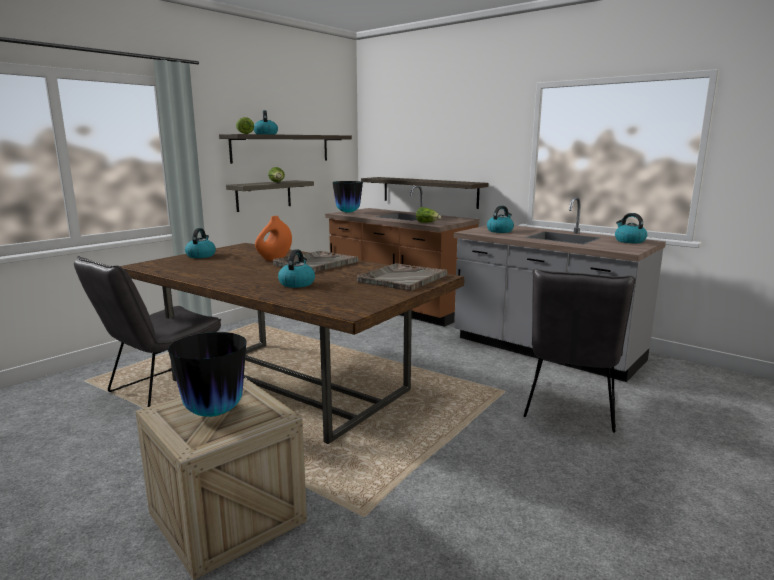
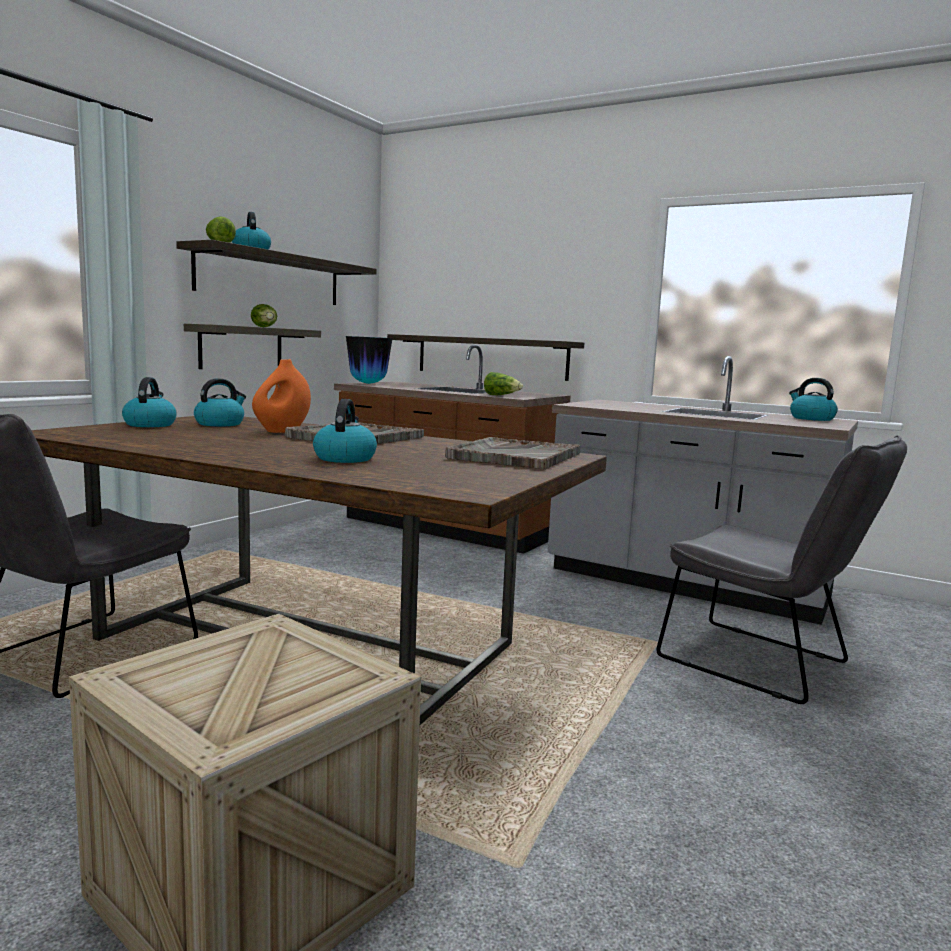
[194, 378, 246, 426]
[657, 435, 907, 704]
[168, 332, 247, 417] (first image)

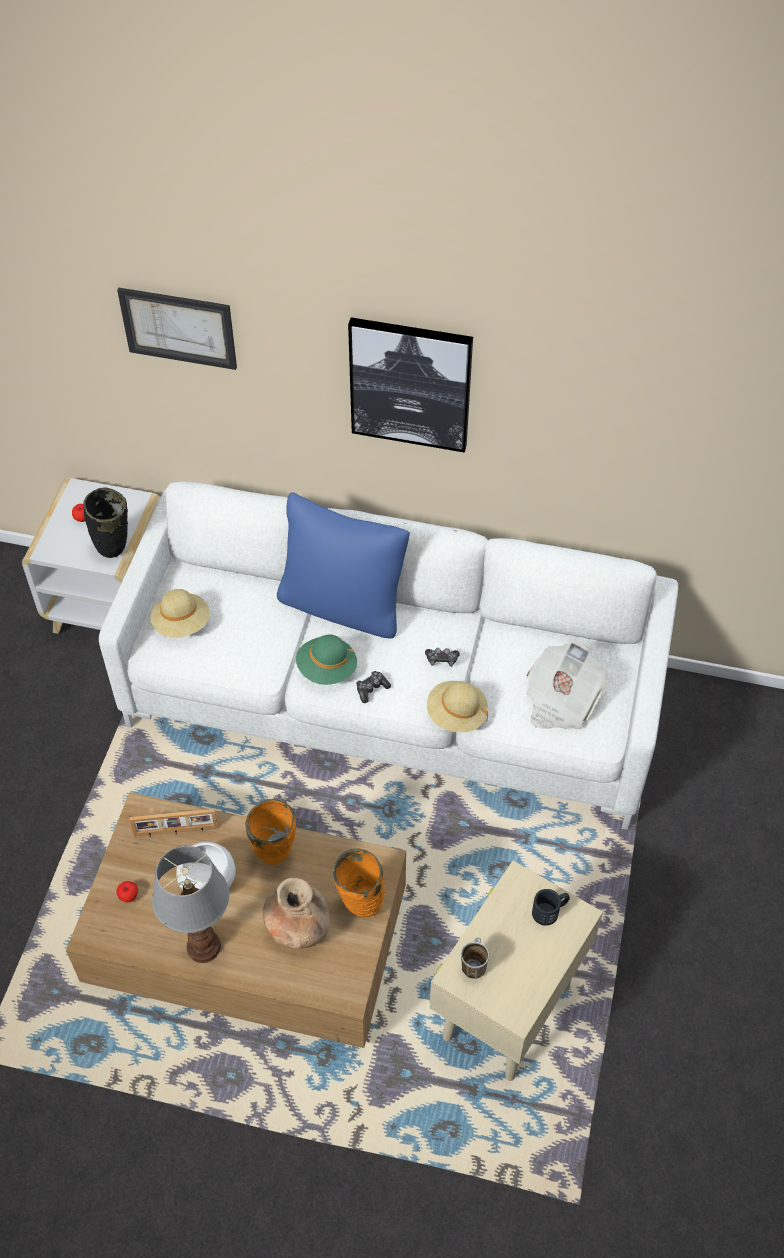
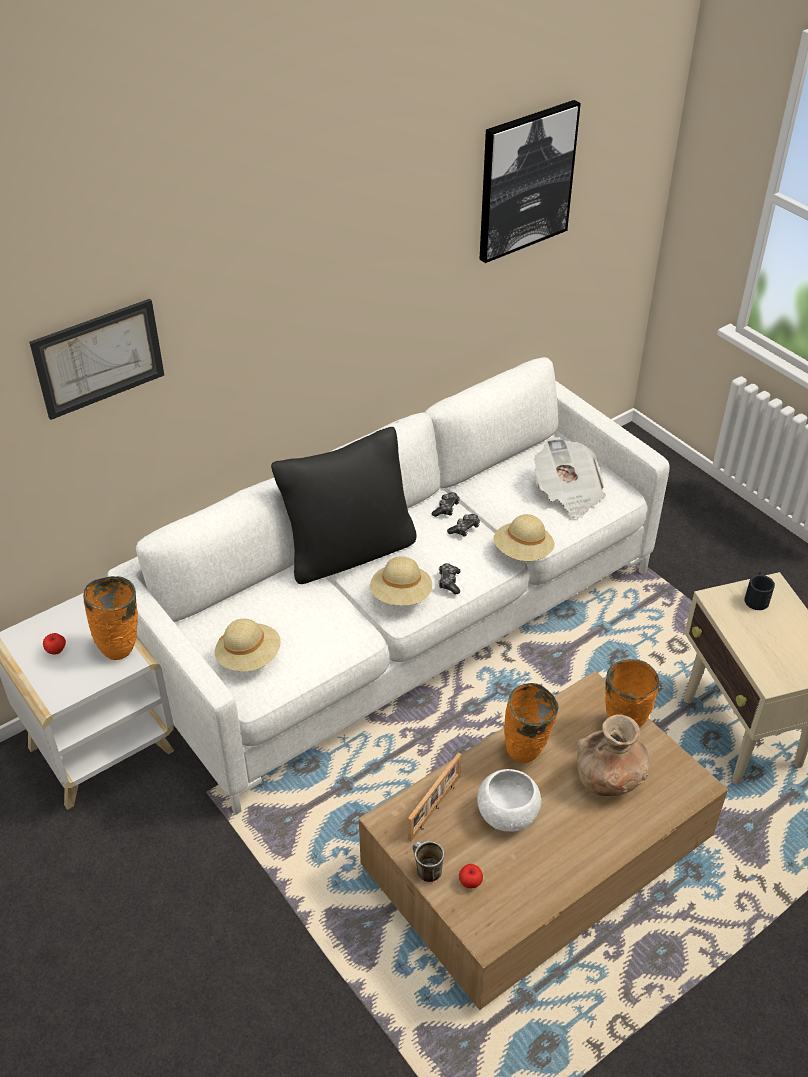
[83, 576, 138, 660]
[271, 427, 417, 584]
[370, 556, 432, 606]
[412, 841, 444, 882]
[432, 492, 460, 517]
[479, 100, 581, 263]
[152, 846, 229, 963] (first image)

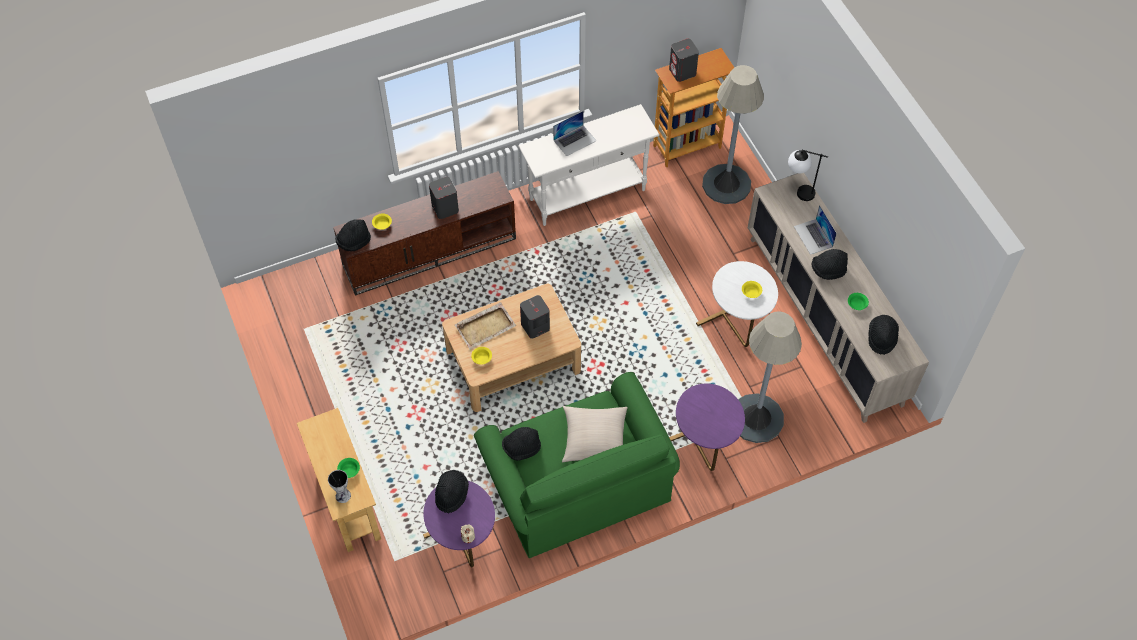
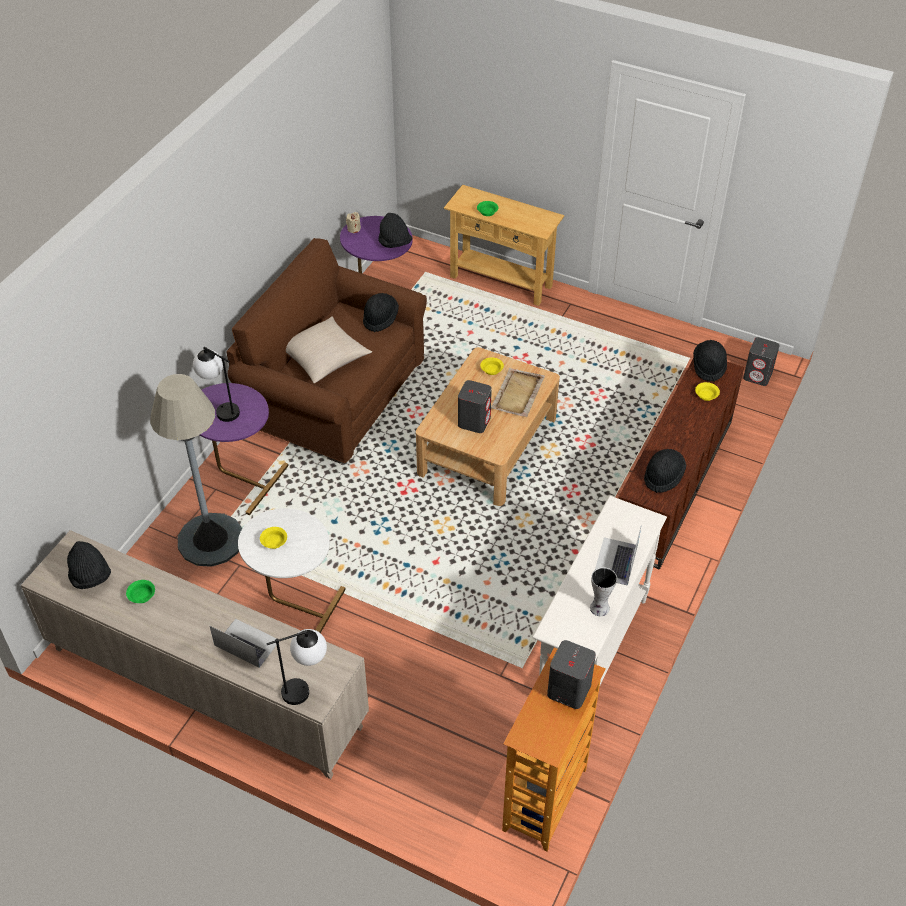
[193, 347, 240, 422]
[226, 238, 427, 463]
[590, 567, 617, 616]
[644, 449, 686, 493]
[743, 337, 780, 386]
[702, 65, 764, 204] (first image)

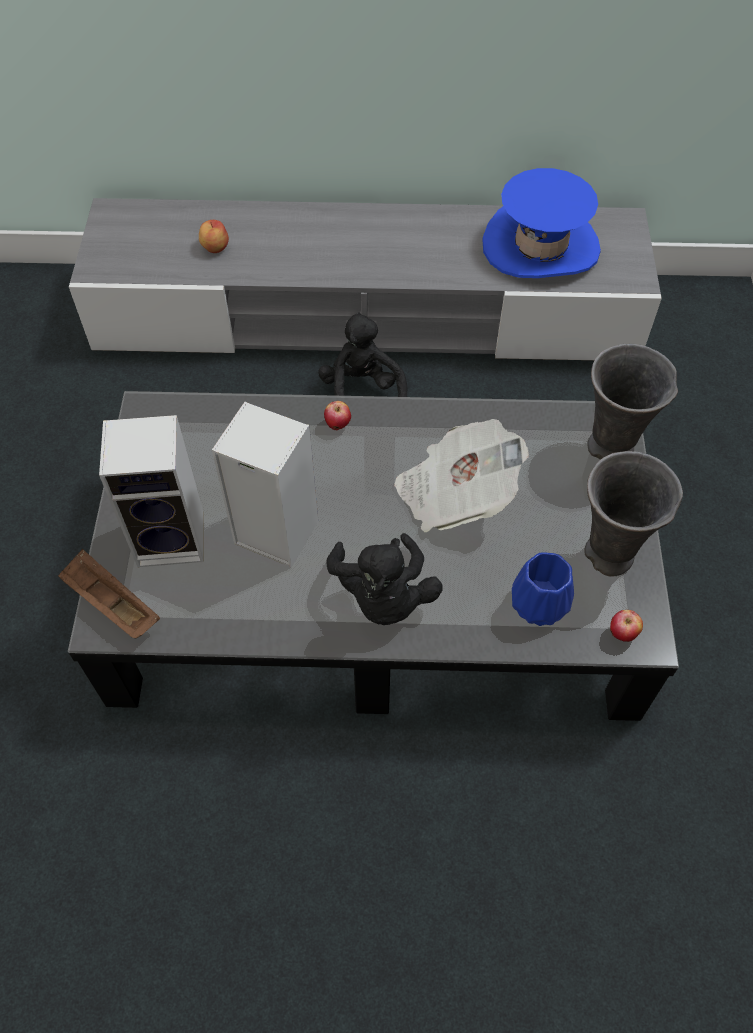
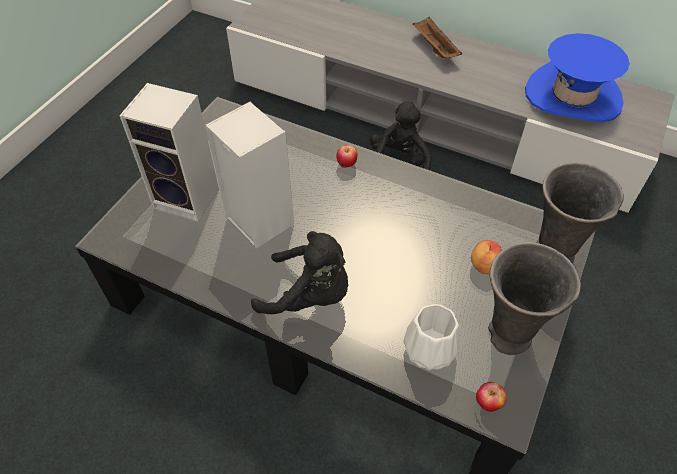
[251, 231, 348, 315]
[403, 304, 459, 370]
[413, 17, 462, 58]
[471, 240, 502, 274]
[394, 419, 529, 532] (first image)

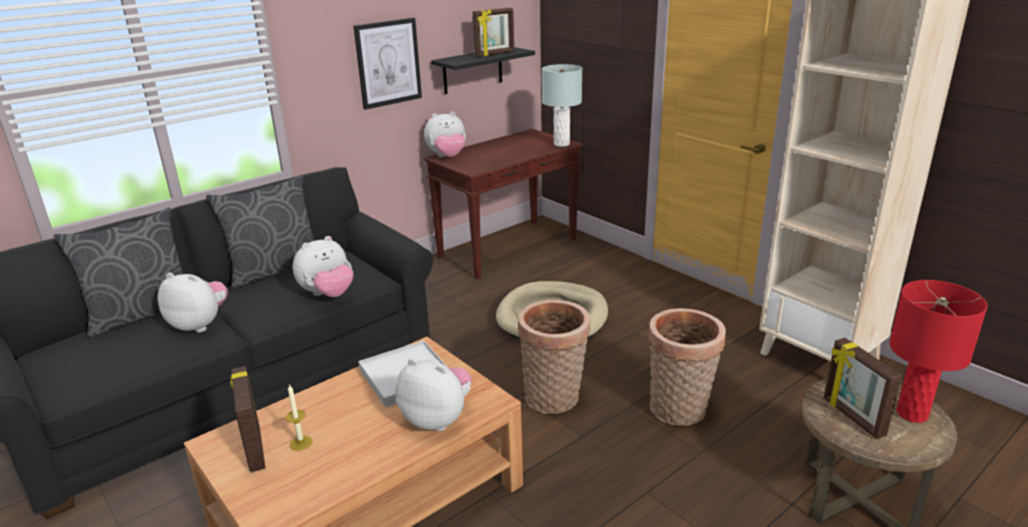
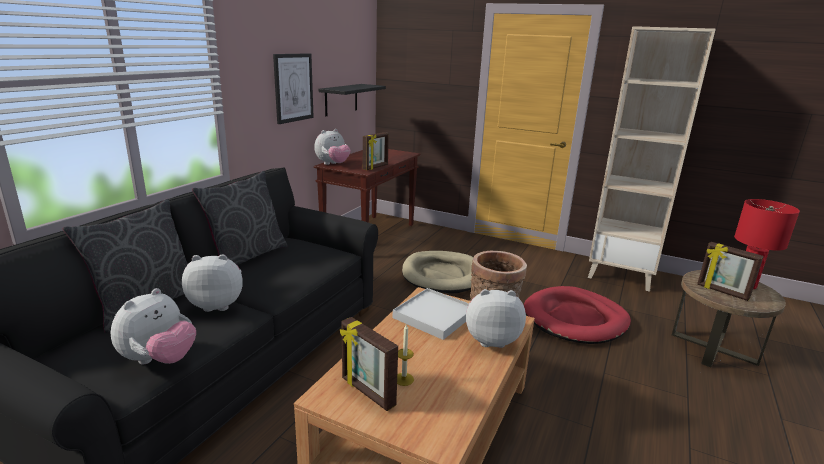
[111, 288, 196, 364]
[363, 132, 389, 170]
[524, 286, 631, 344]
[542, 64, 582, 147] (first image)

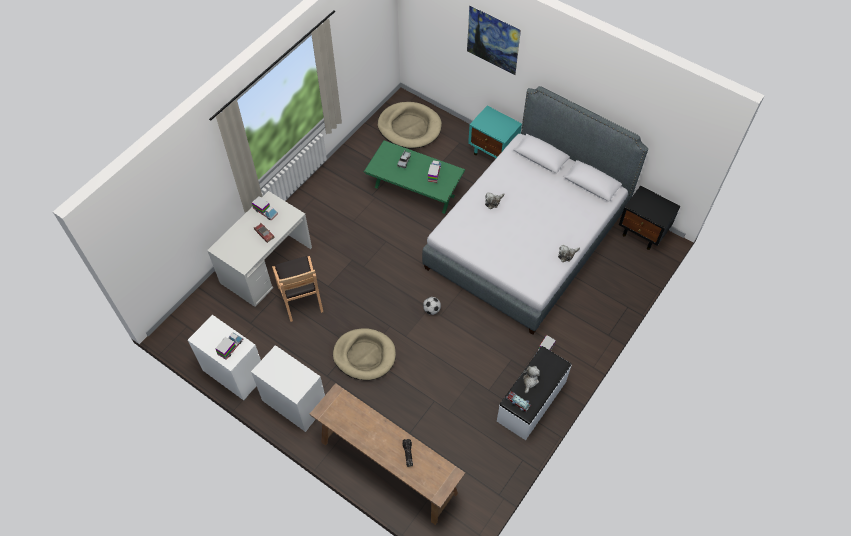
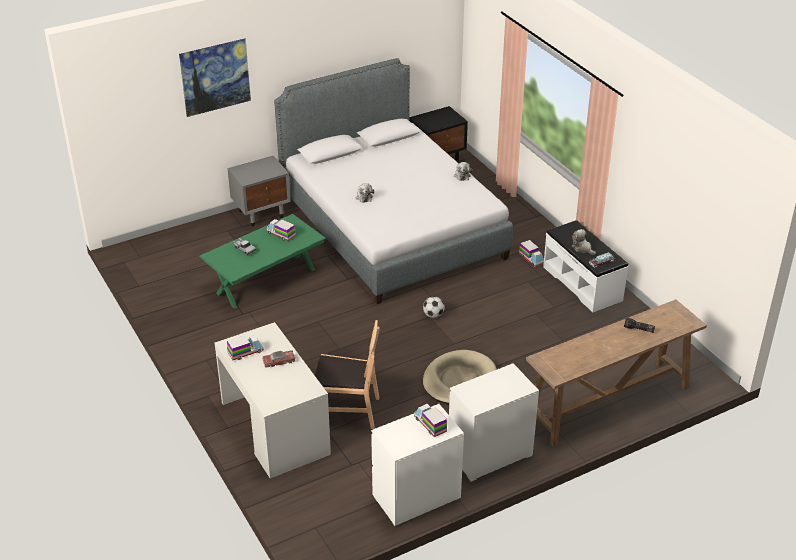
[227, 156, 291, 226]
[377, 102, 442, 148] (first image)

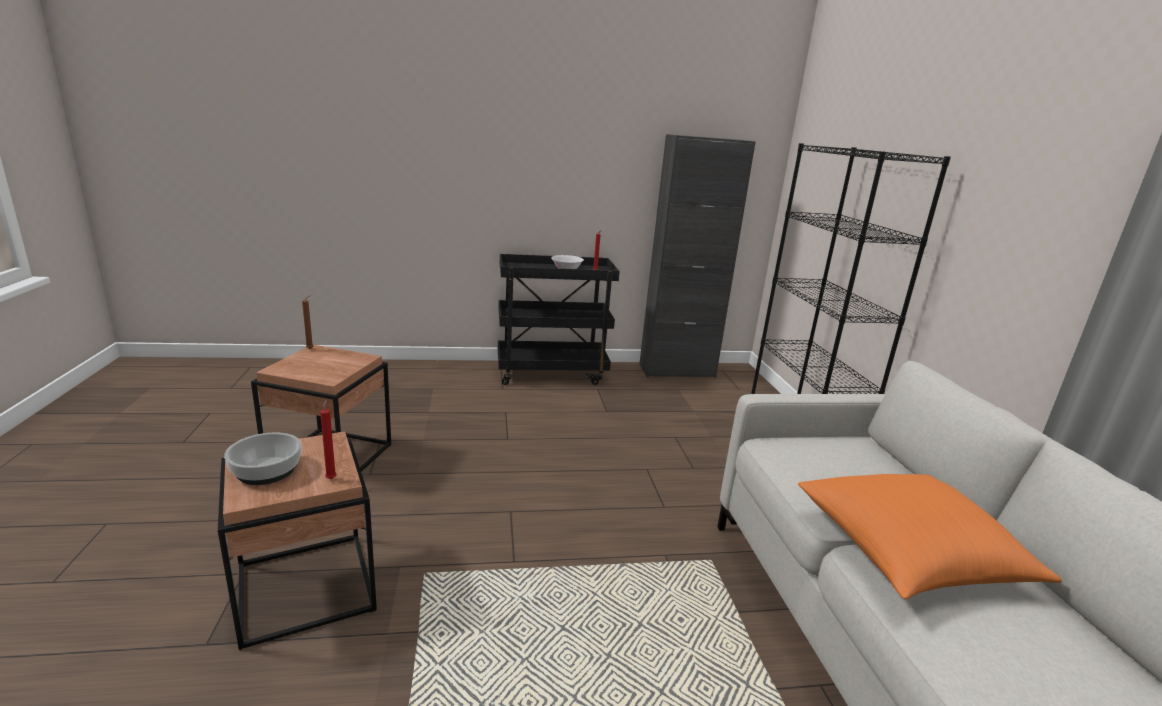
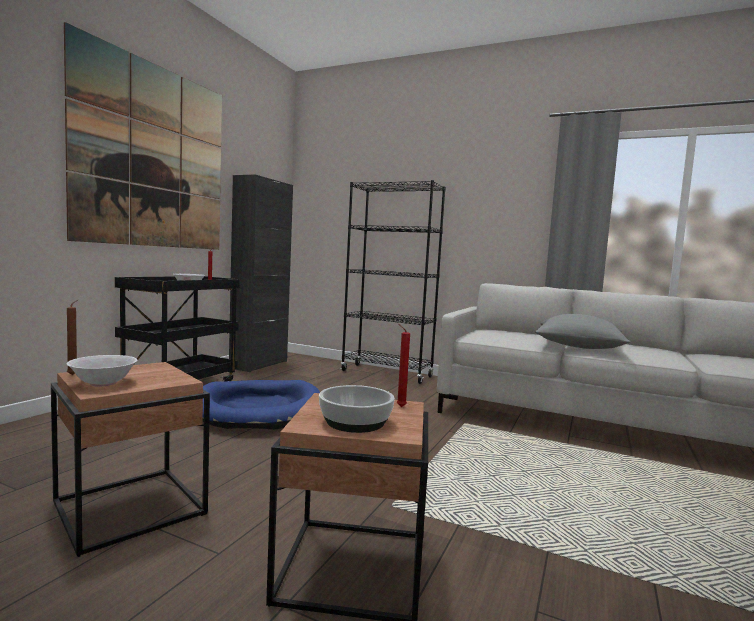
[64, 22, 222, 250]
[67, 355, 138, 387]
[203, 380, 320, 430]
[535, 314, 631, 349]

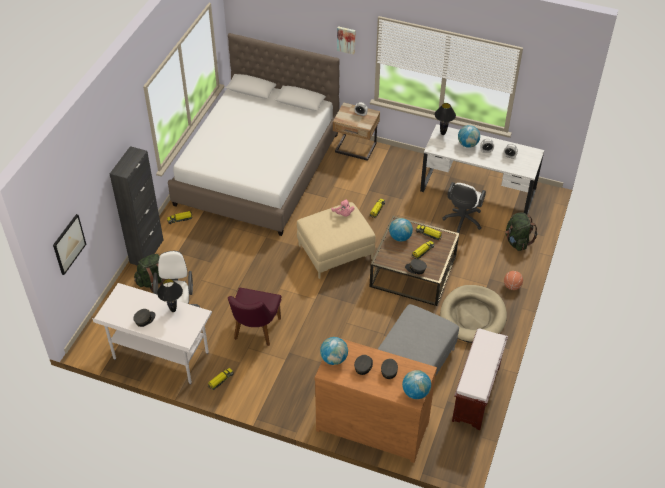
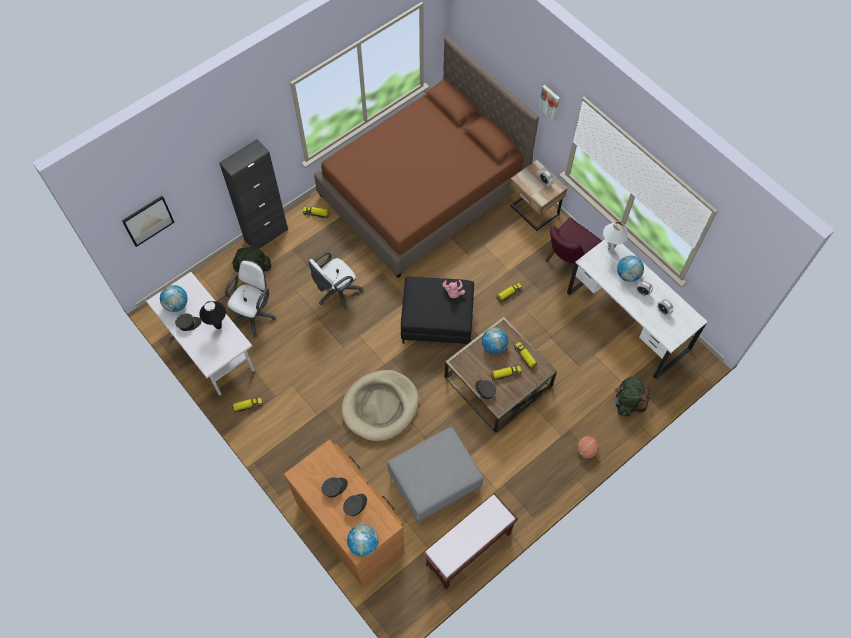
[160, 285, 188, 312]
[308, 252, 363, 310]
[314, 36, 539, 278]
[341, 370, 419, 441]
[401, 277, 474, 344]
[545, 217, 602, 273]
[603, 222, 628, 251]

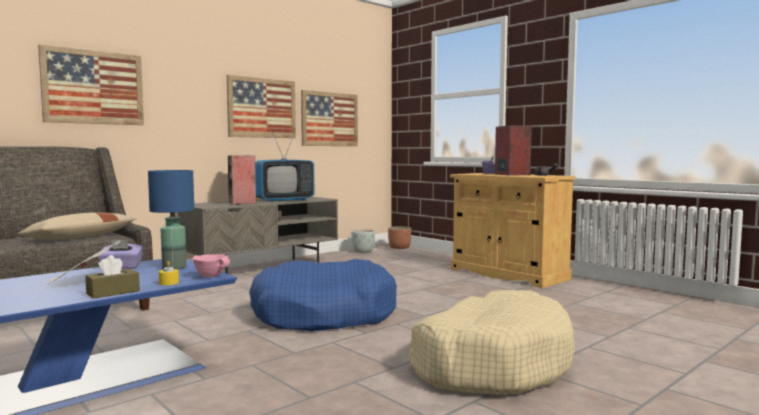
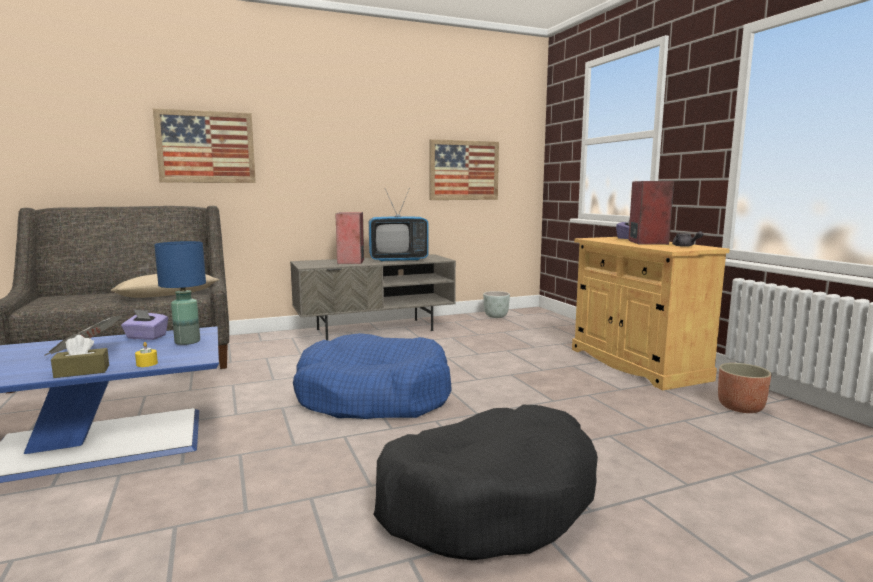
[373, 405, 598, 560]
[718, 363, 772, 413]
[192, 254, 230, 277] (first image)
[227, 75, 296, 138] (first image)

